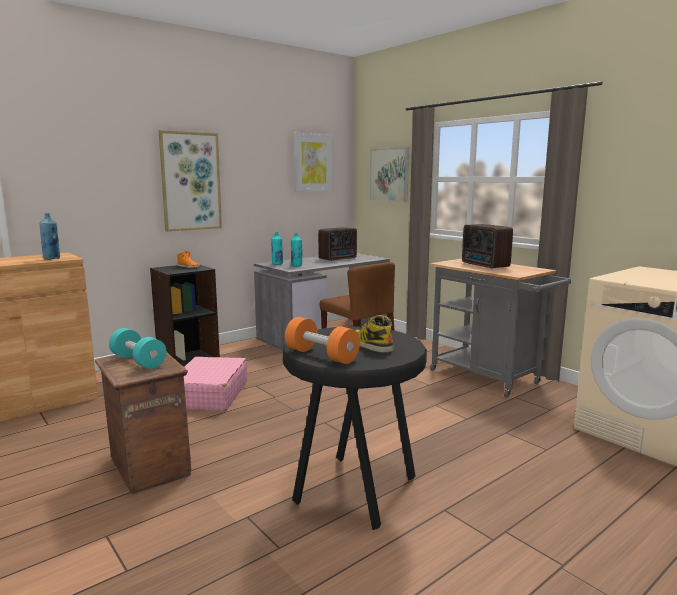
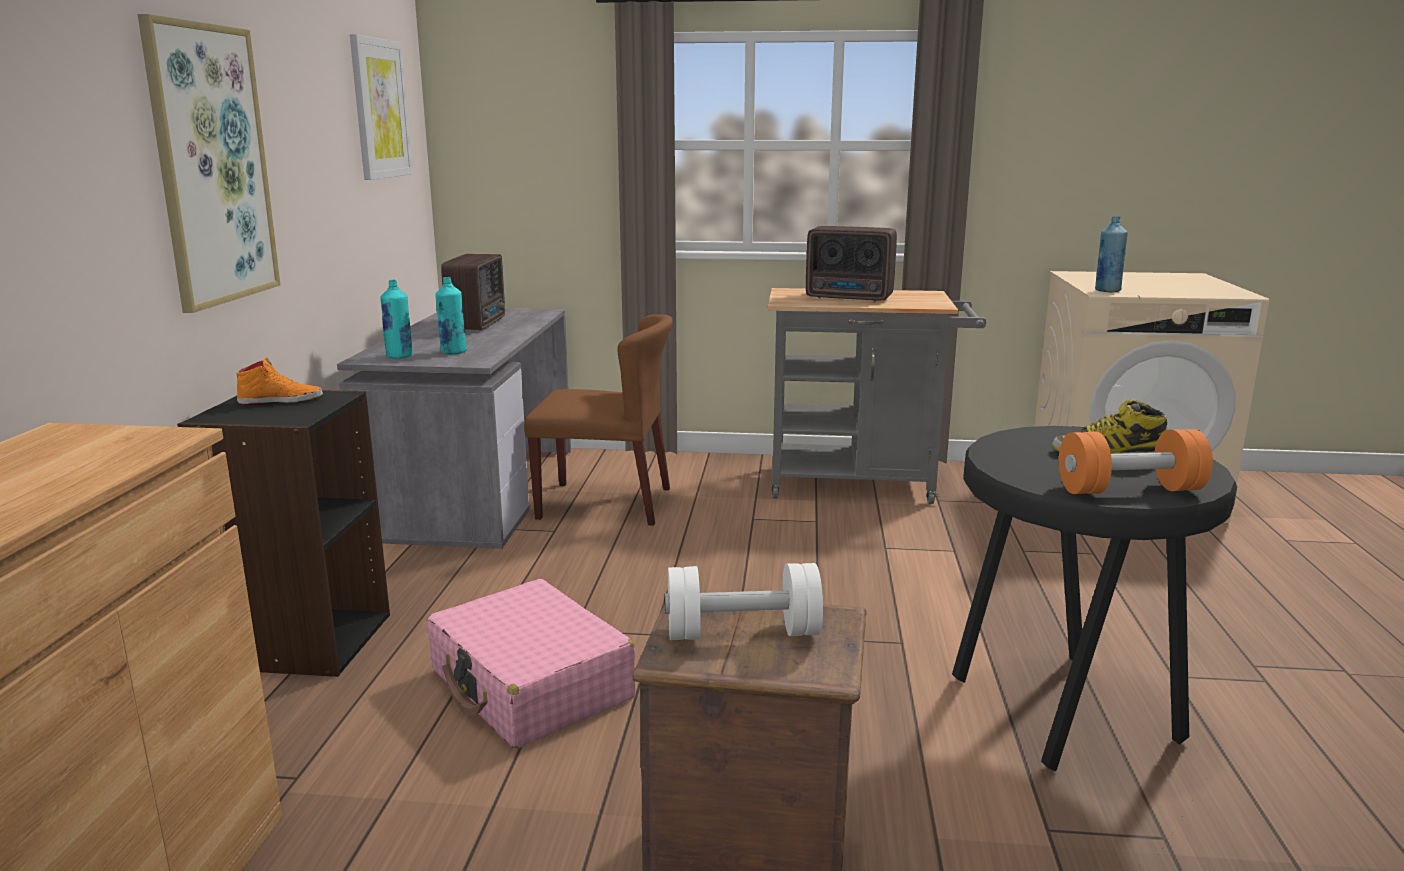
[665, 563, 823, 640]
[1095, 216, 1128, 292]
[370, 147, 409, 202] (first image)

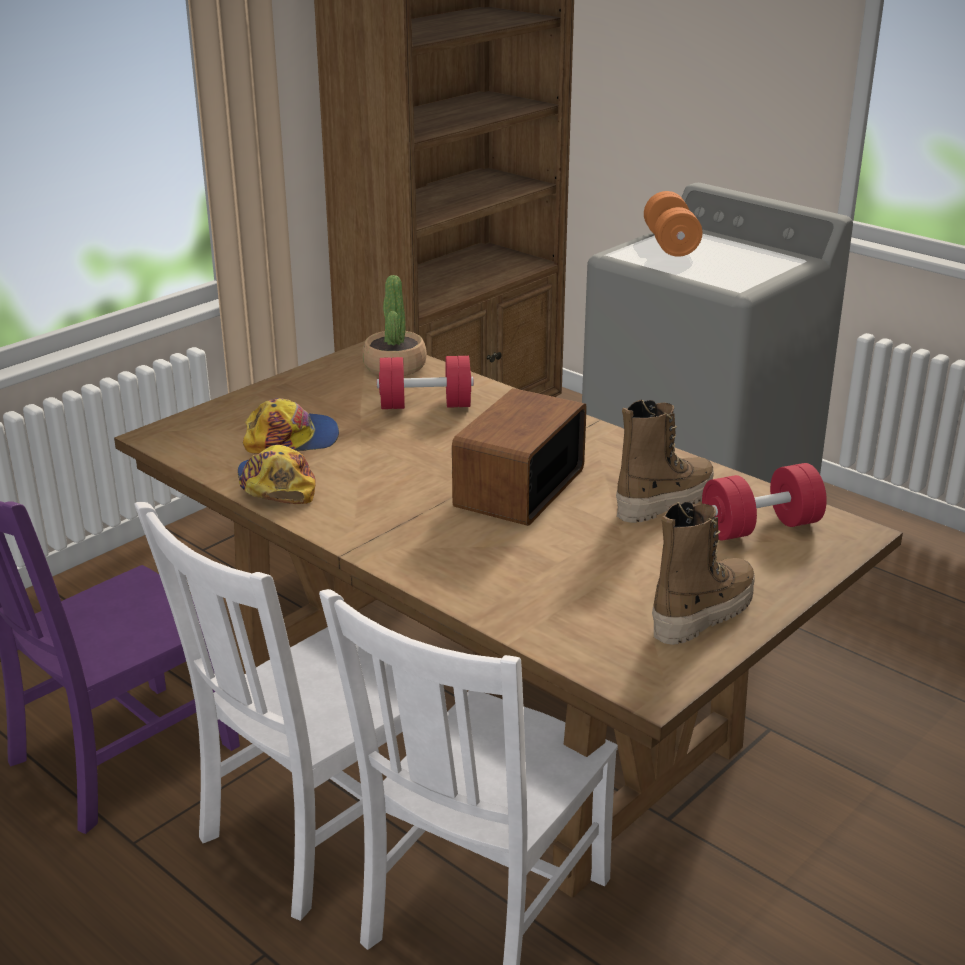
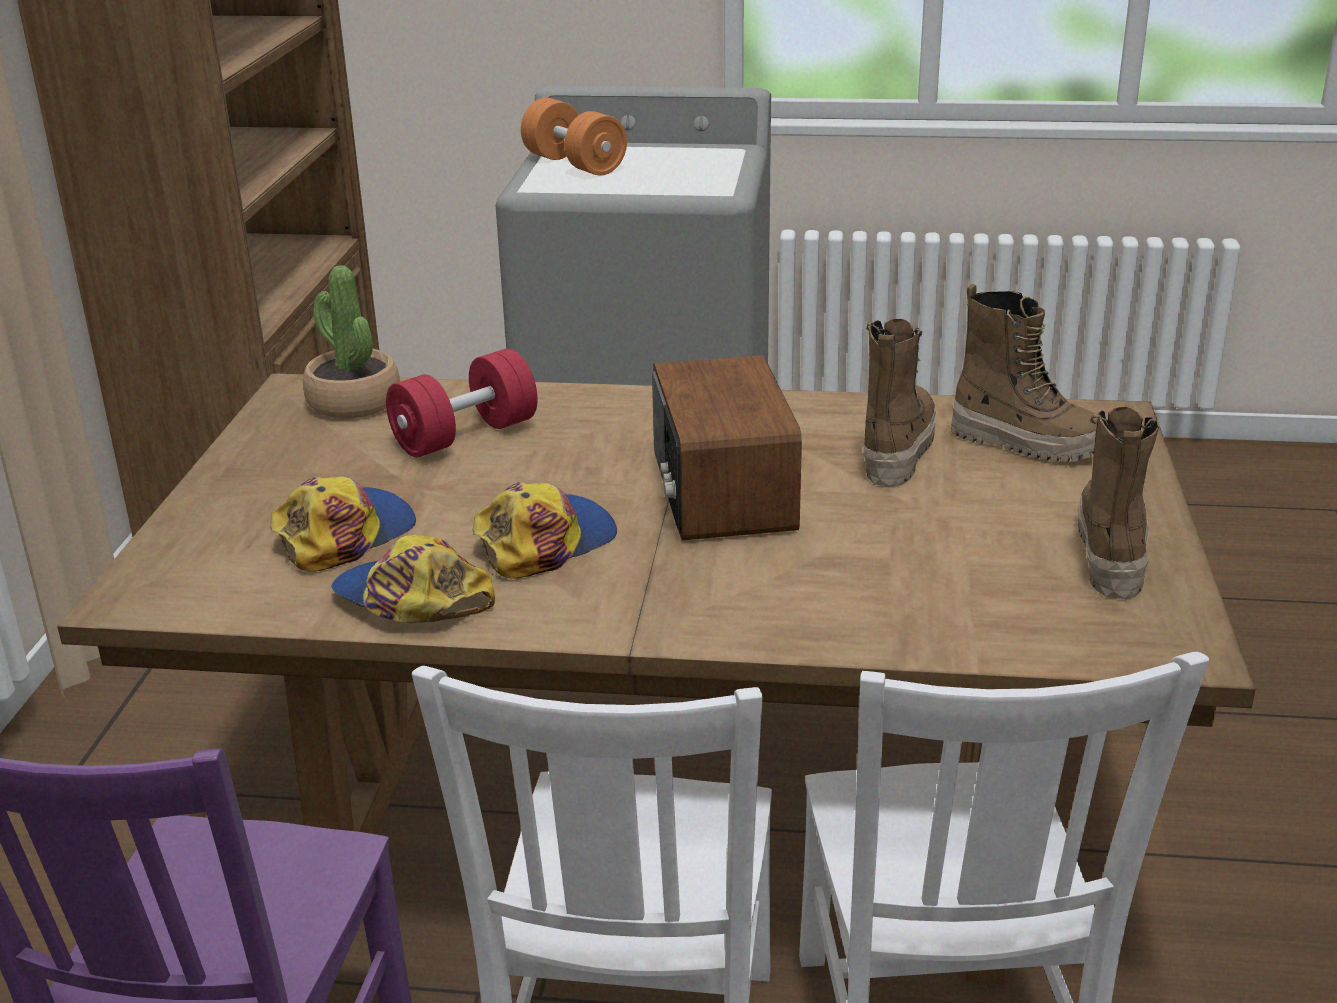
[473, 482, 617, 579]
[951, 283, 1107, 462]

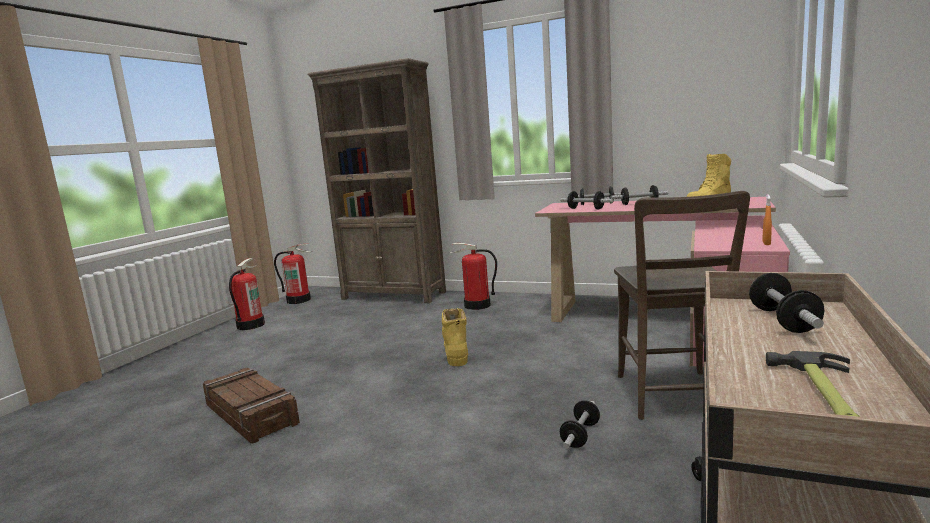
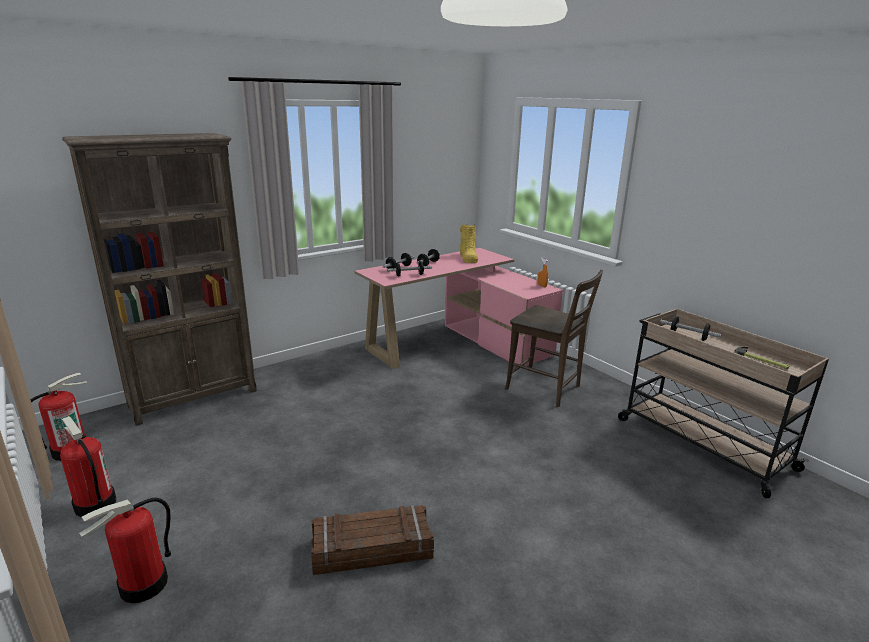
[79, 498, 171, 603]
[442, 308, 468, 366] (first image)
[560, 400, 600, 449] (first image)

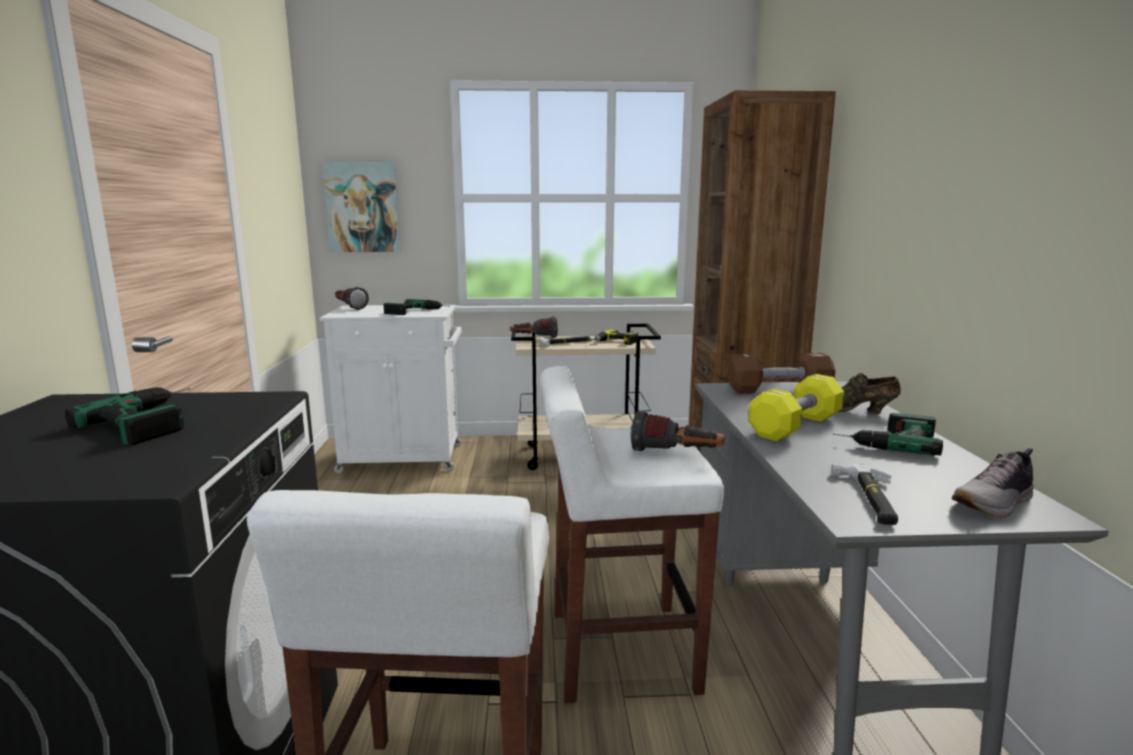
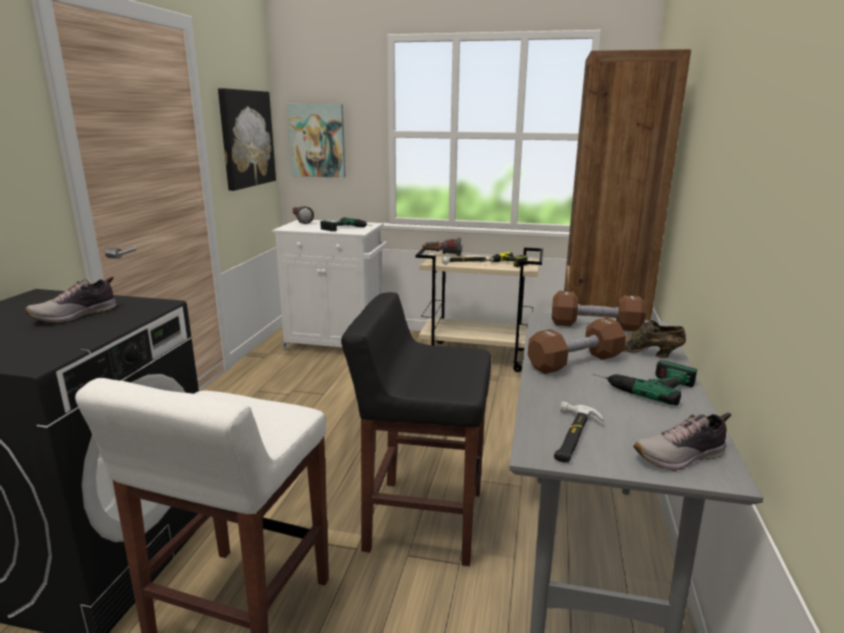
[25, 277, 116, 323]
[218, 88, 276, 191]
[341, 292, 491, 566]
[528, 318, 626, 374]
[631, 410, 725, 451] (first image)

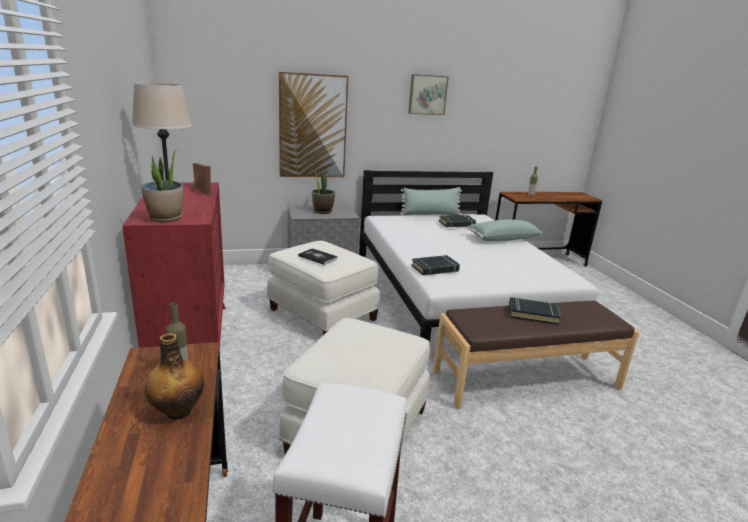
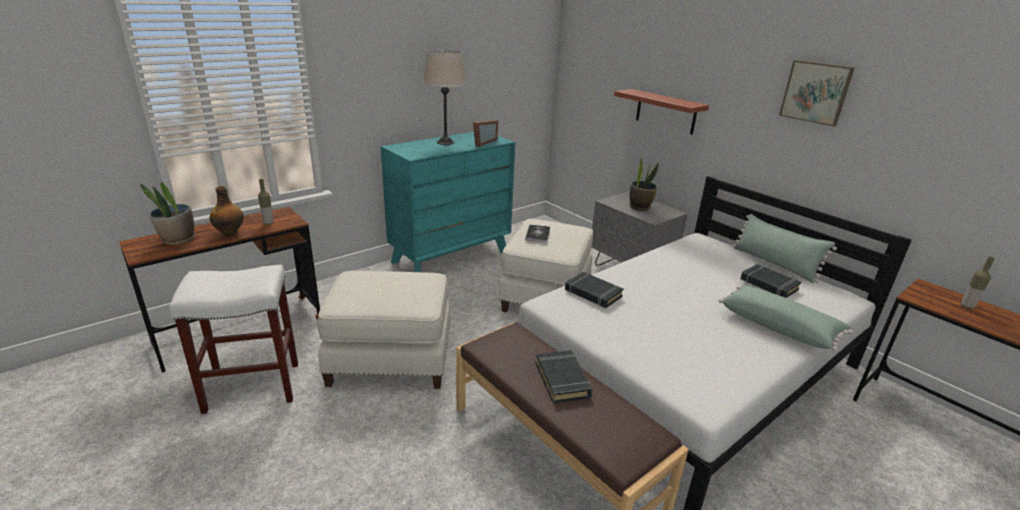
[140, 182, 195, 245]
[381, 132, 515, 272]
[614, 89, 709, 135]

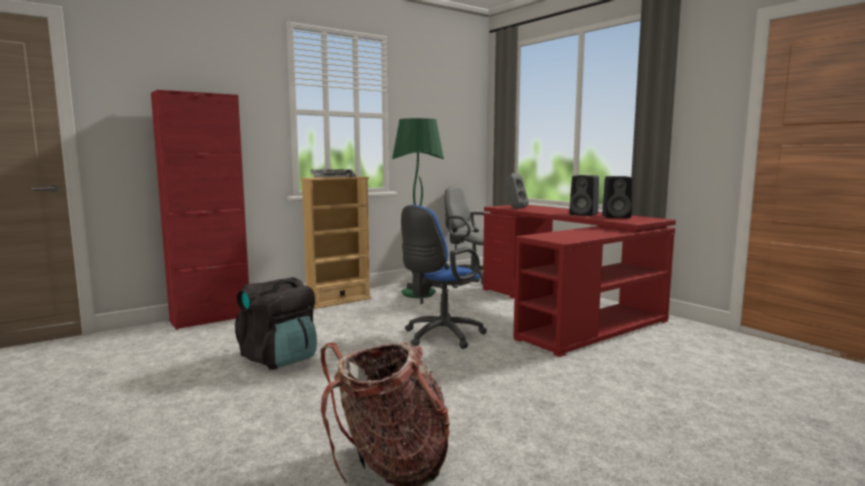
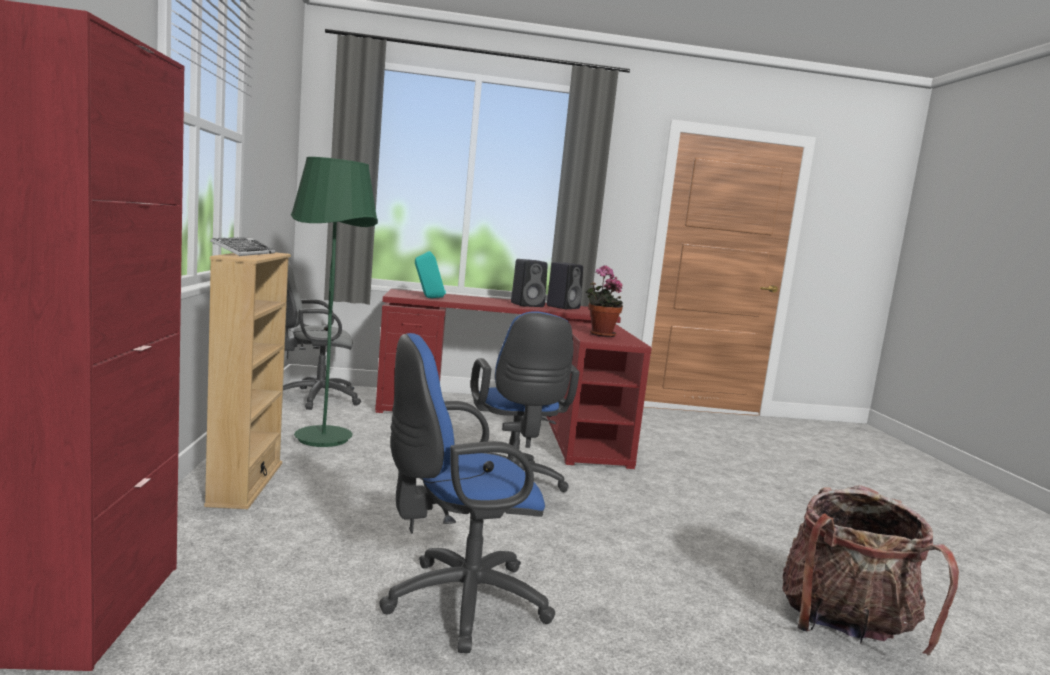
[379, 333, 555, 653]
[415, 251, 446, 298]
[586, 266, 623, 337]

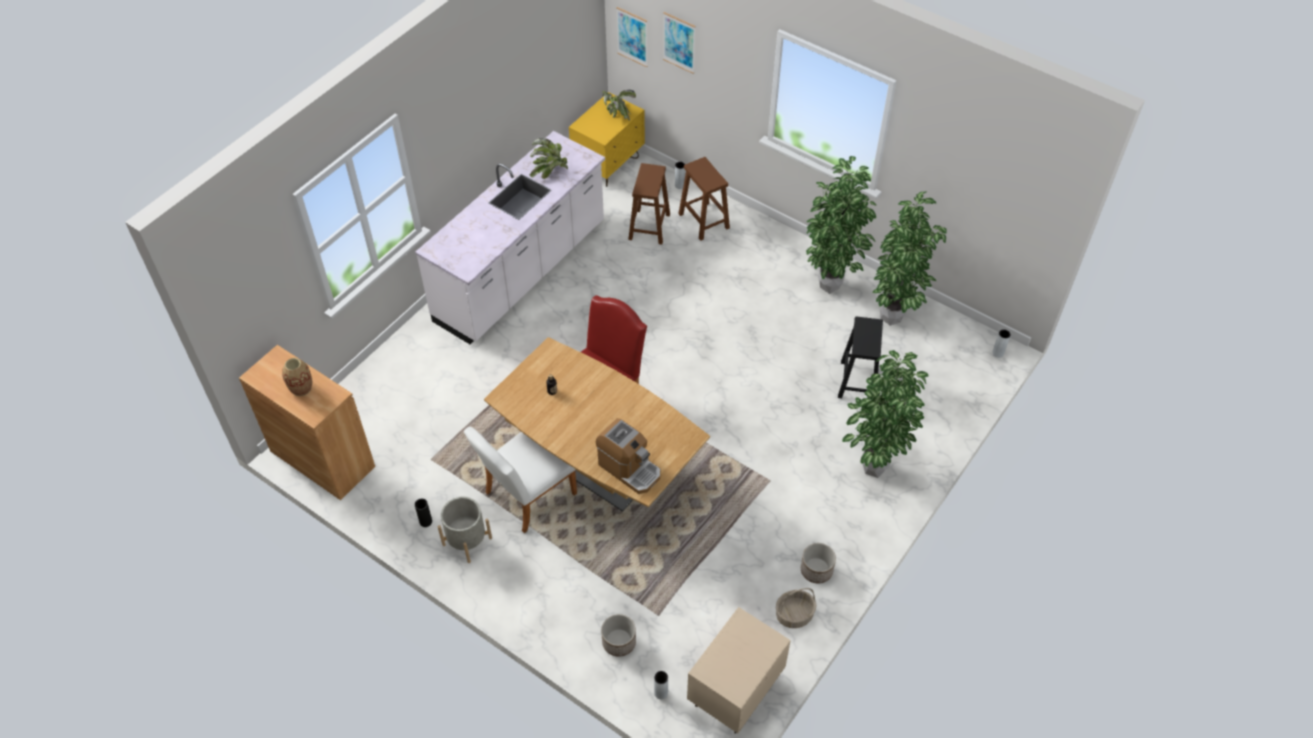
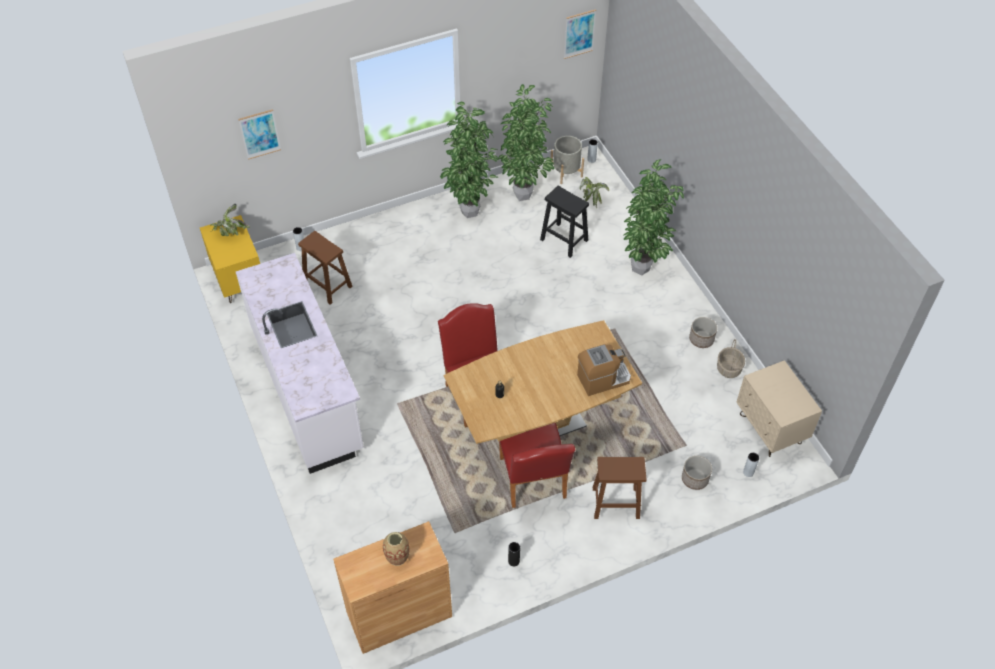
[499, 423, 575, 508]
[551, 136, 584, 184]
[564, 9, 596, 59]
[580, 177, 609, 208]
[593, 457, 646, 519]

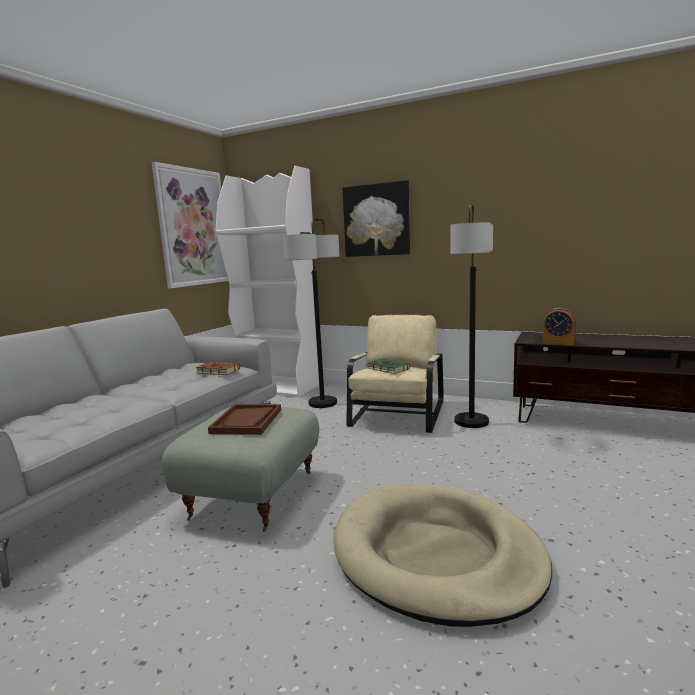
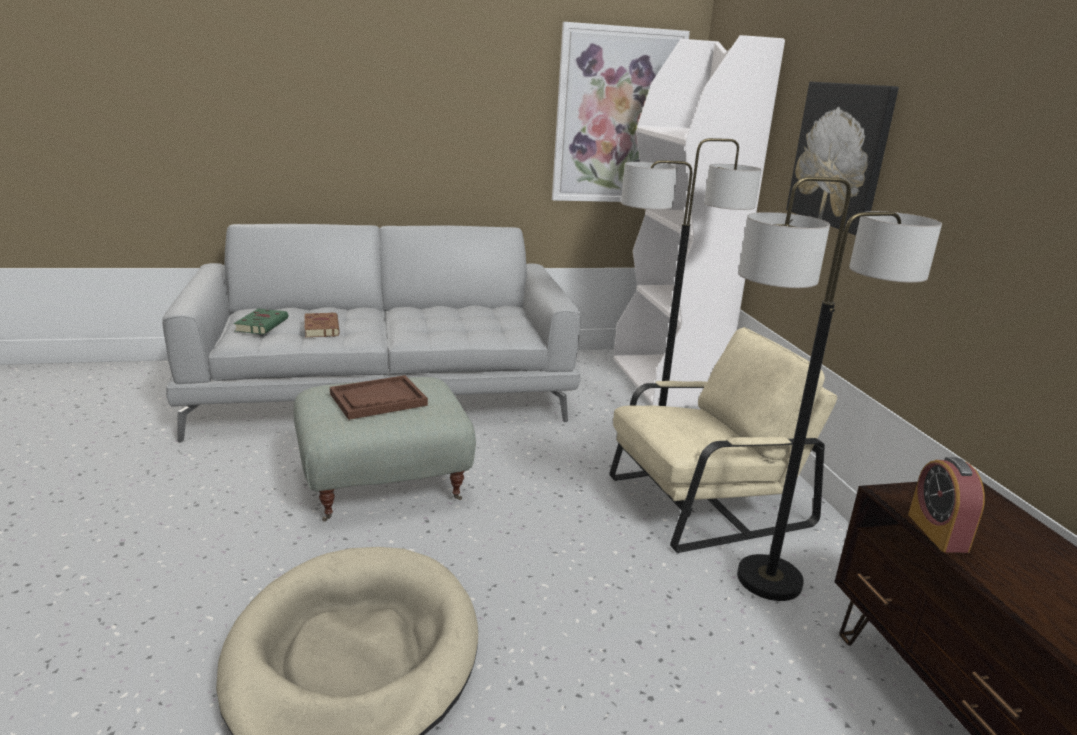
[234, 309, 288, 334]
[304, 313, 340, 337]

